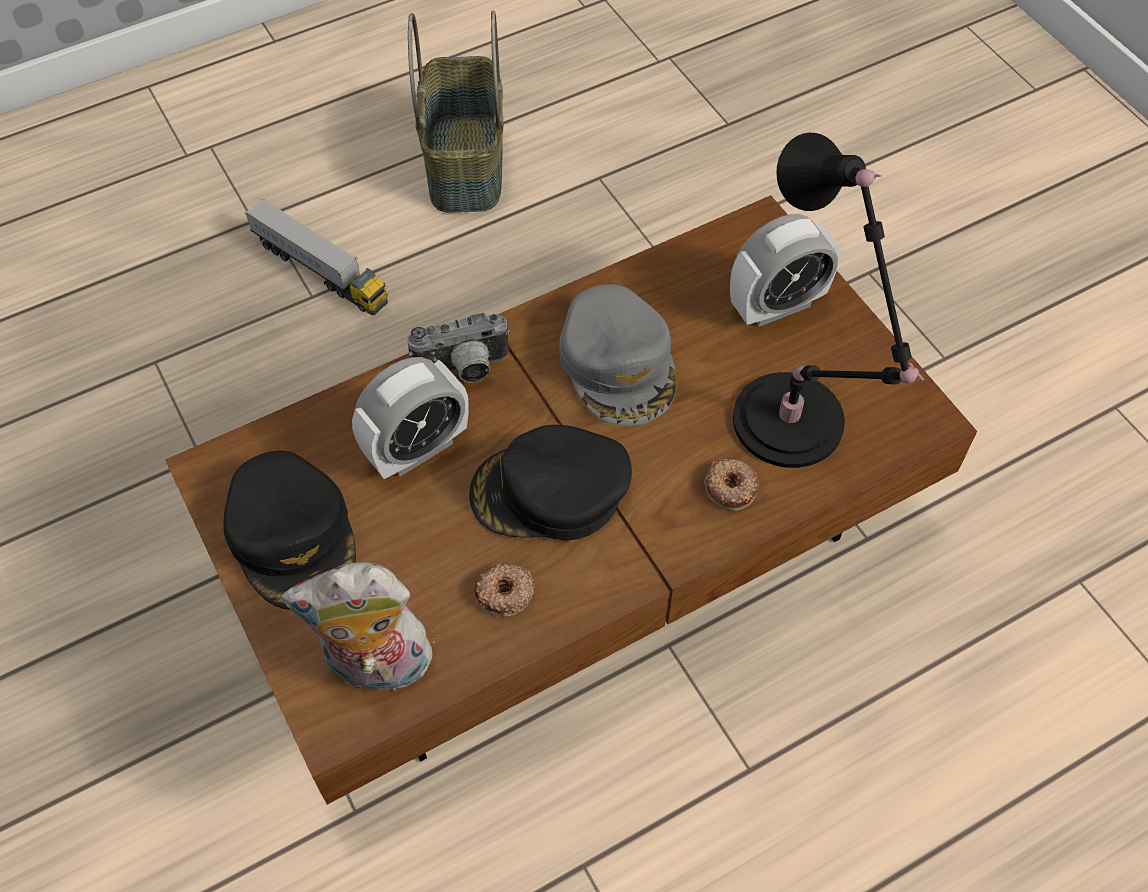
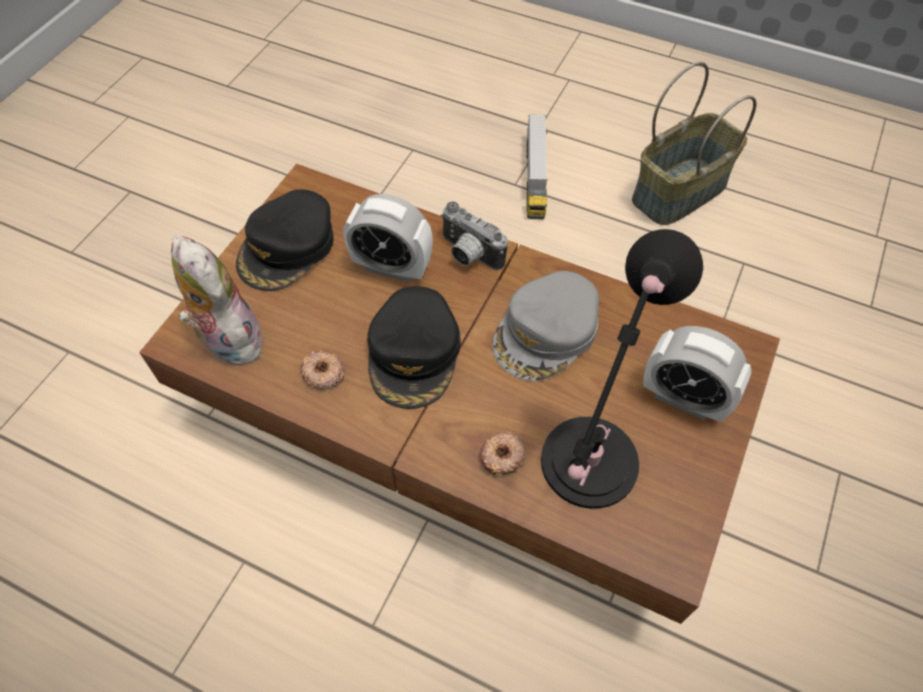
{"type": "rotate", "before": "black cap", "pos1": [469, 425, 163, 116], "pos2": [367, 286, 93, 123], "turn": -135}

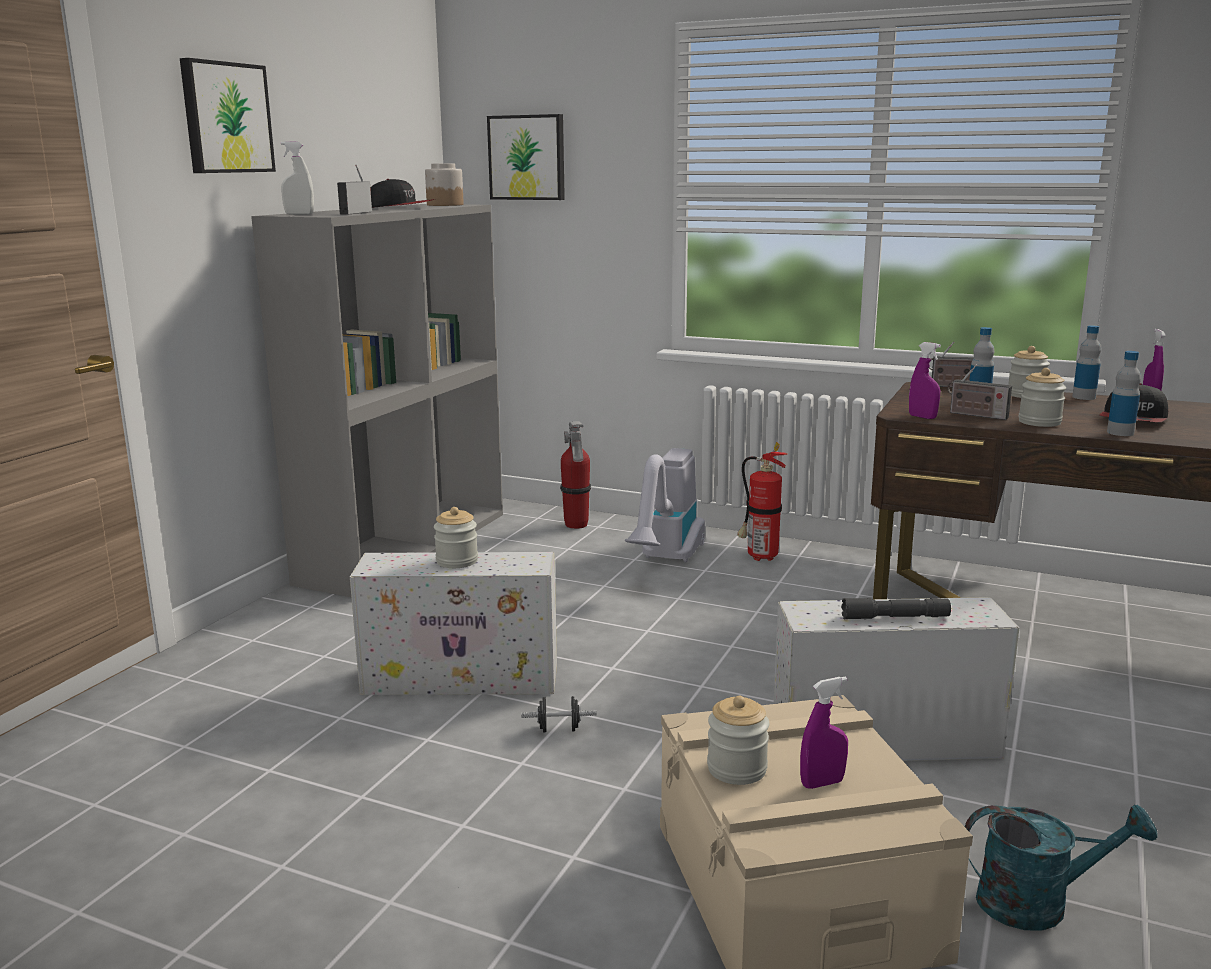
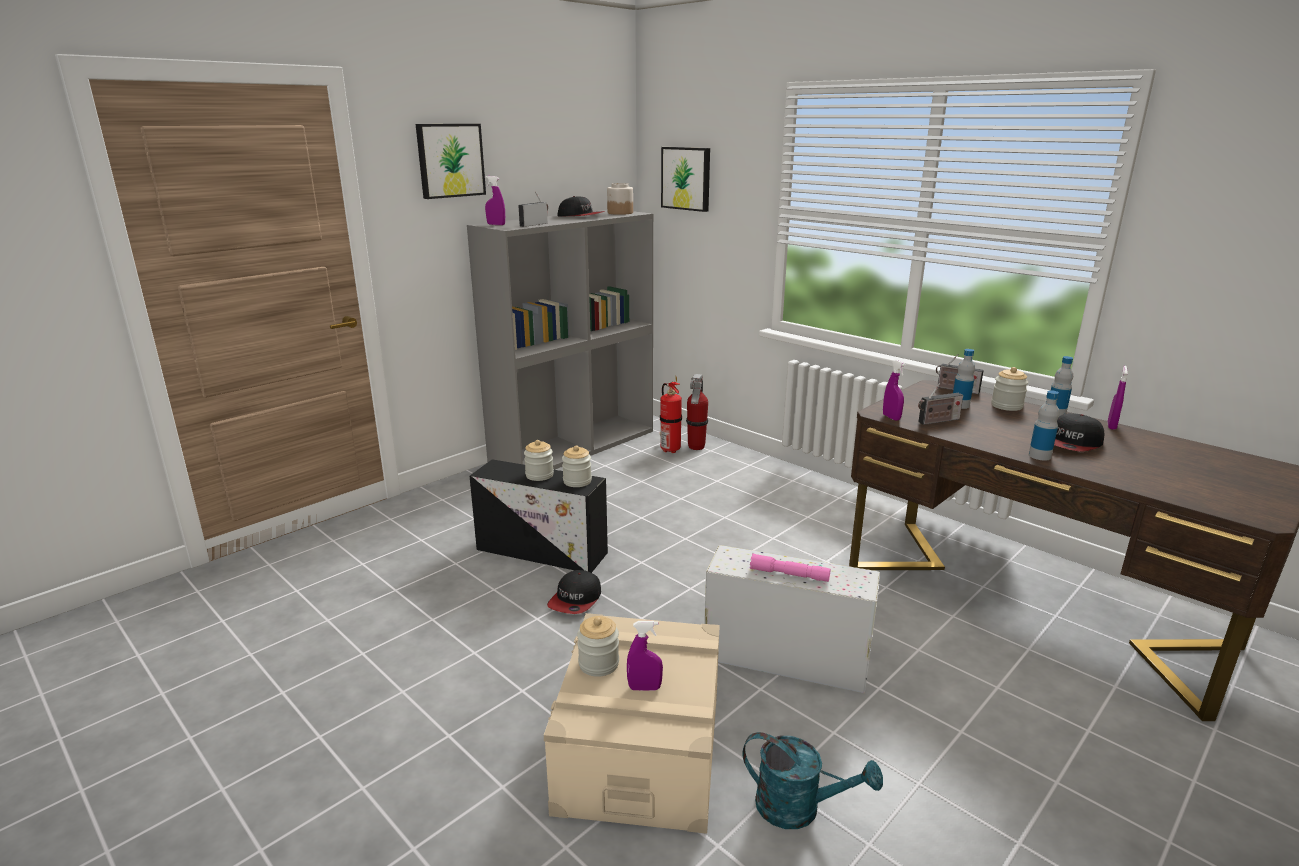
{"type": "recolor", "before": "white-coloured sprayer", "after": "purple sprayer", "pos1": [281, 141, 33, 74], "pos2": [485, 176, 20, 49]}
{"type": "rotate", "before": "radio", "pos1": [947, 365, 65, 55], "pos2": [918, 383, 45, 42], "turn": -75}
{"type": "move", "before": "preserve jar", "pos1": [1019, 368, 47, 59], "pos2": [562, 445, 30, 42]}
{"type": "move", "before": "fire-fighting cylinder", "pos1": [737, 442, 50, 119], "pos2": [660, 377, 22, 76]}
{"type": "delete", "before": "vacuum cleaner", "pos1": [625, 448, 80, 114]}
{"type": "recolor", "before": "white-coloured storage bin", "after": "black storage bin", "pos1": [350, 552, 207, 143], "pos2": [470, 459, 138, 114]}
{"type": "recolor", "before": "gray torch", "after": "pinkish torch", "pos1": [841, 598, 110, 21], "pos2": [750, 553, 80, 29]}
{"type": "replace", "before": "black hand weight", "after": "cap", "pos1": [521, 696, 75, 37], "pos2": [547, 570, 54, 44]}

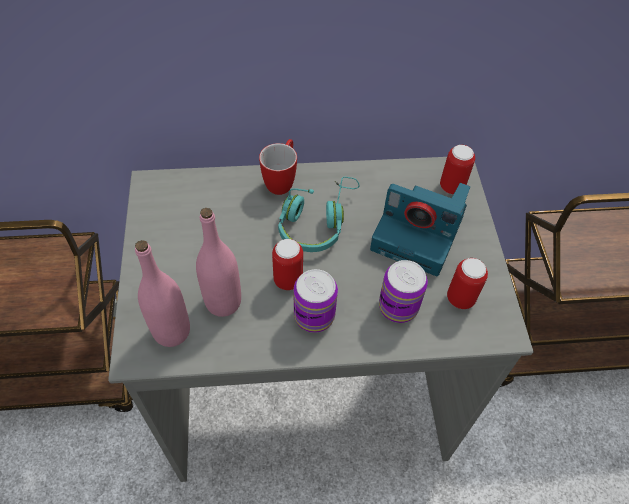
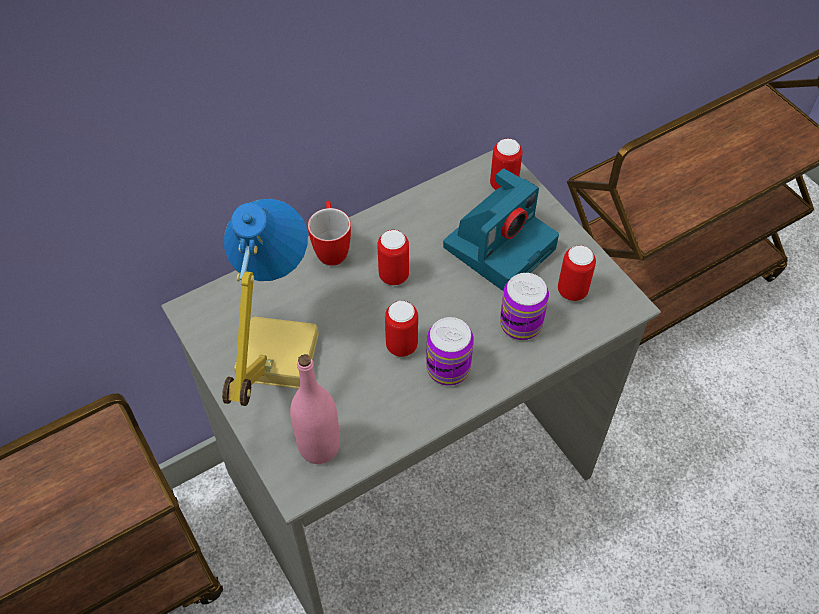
{"type": "replace", "before": "blue-green pair of headphones", "after": "sealed can", "pos1": [278, 177, 82, 75], "pos2": [377, 230, 32, 55]}
{"type": "rotate", "before": "photo camera", "pos1": [370, 183, 100, 93], "pos2": [443, 168, 116, 123], "turn": -45}
{"type": "delete", "before": "pinkish beverage bottle", "pos1": [196, 208, 45, 109]}
{"type": "insert", "after": "table lamp", "pos2": [222, 199, 97, 207]}

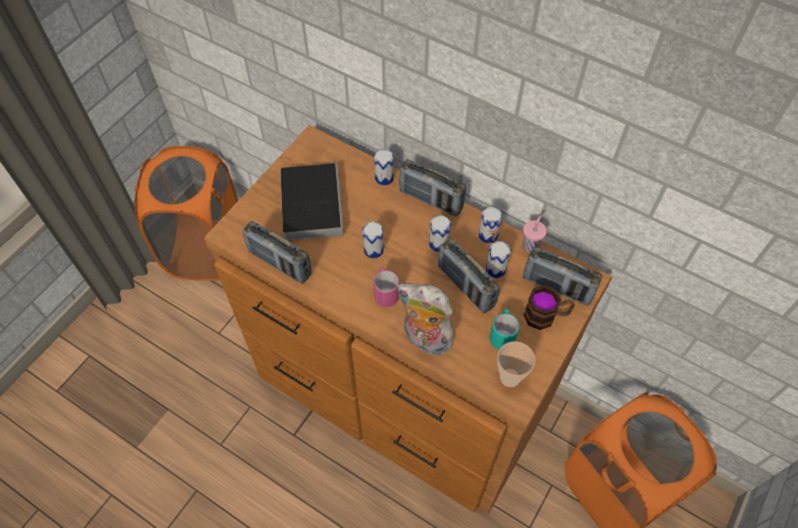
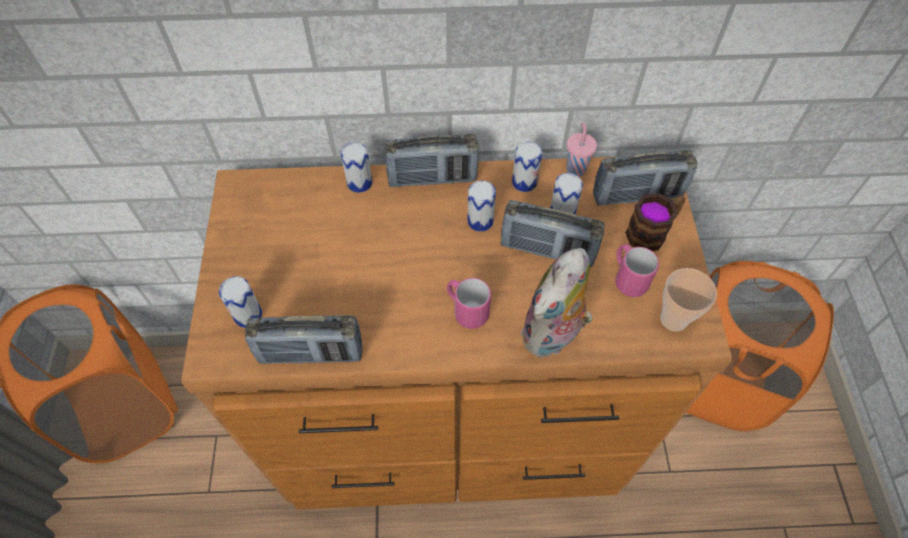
{"type": "delete", "before": "volume", "pos1": [280, 161, 64, 80]}
{"type": "move", "before": "sealed can", "pos1": [362, 222, 22, 36], "pos2": [219, 276, 43, 52]}
{"type": "rotate", "before": "soft toy", "pos1": [397, 283, 56, 72], "pos2": [521, 248, 71, 110], "turn": -45}
{"type": "recolor", "before": "blue-green tea mug", "after": "pinkish tea mug", "pos1": [490, 309, 29, 41], "pos2": [615, 244, 44, 53]}

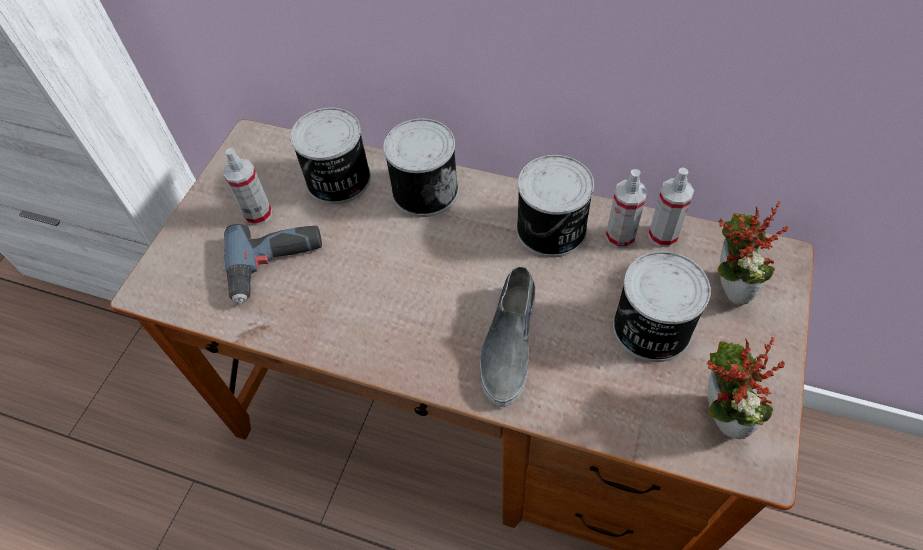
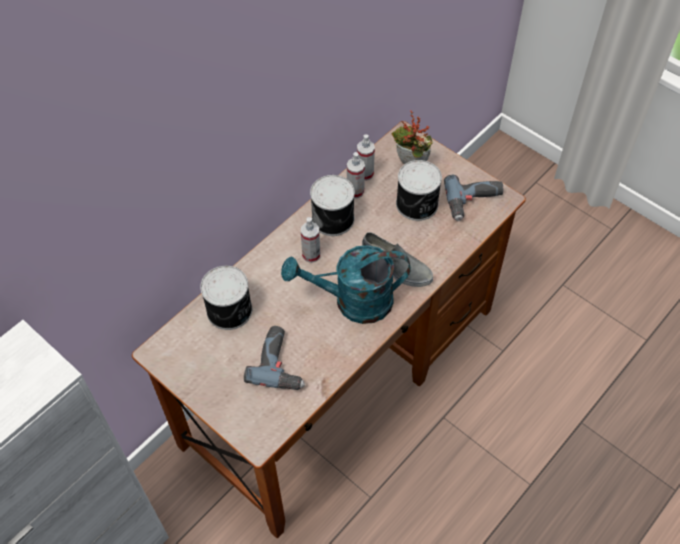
{"type": "delete", "before": "sealed can", "pos1": [383, 119, 75, 98]}
{"type": "move", "before": "sprayer", "pos1": [223, 148, 49, 78], "pos2": [301, 217, 19, 46]}
{"type": "replace", "before": "potted plant", "after": "drill", "pos1": [706, 337, 79, 102], "pos2": [444, 174, 59, 47]}
{"type": "insert", "after": "blue-green sprinkling can", "pos2": [281, 245, 130, 79]}

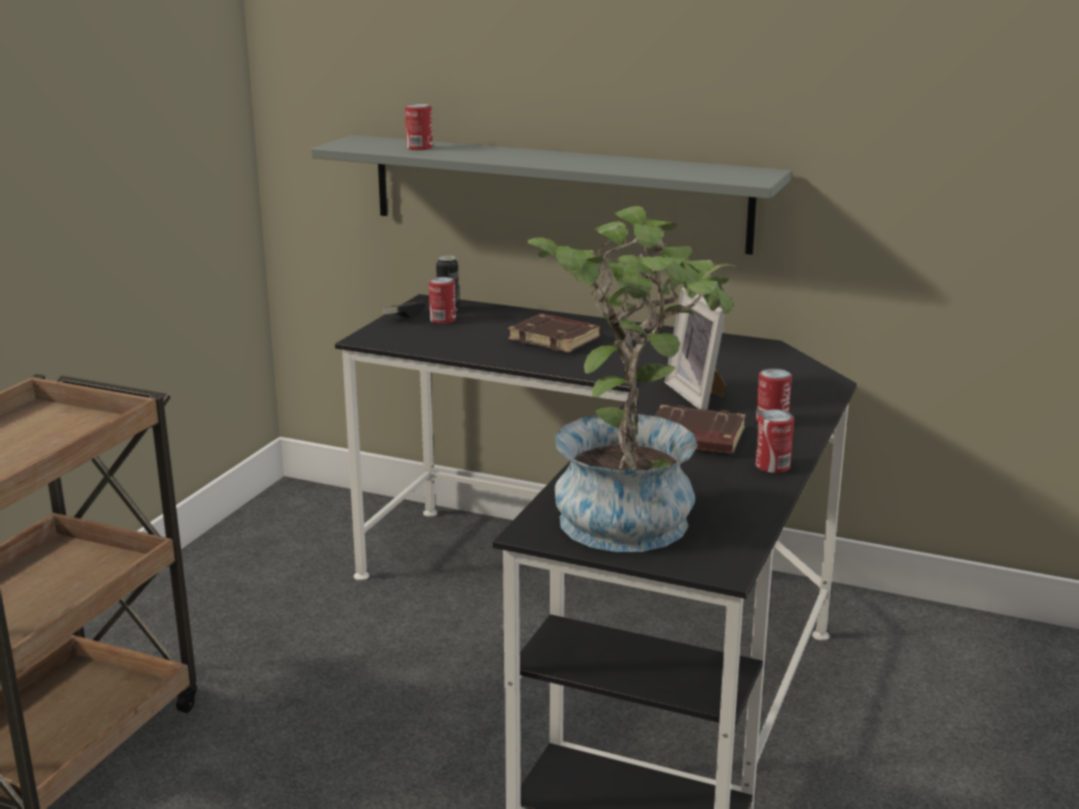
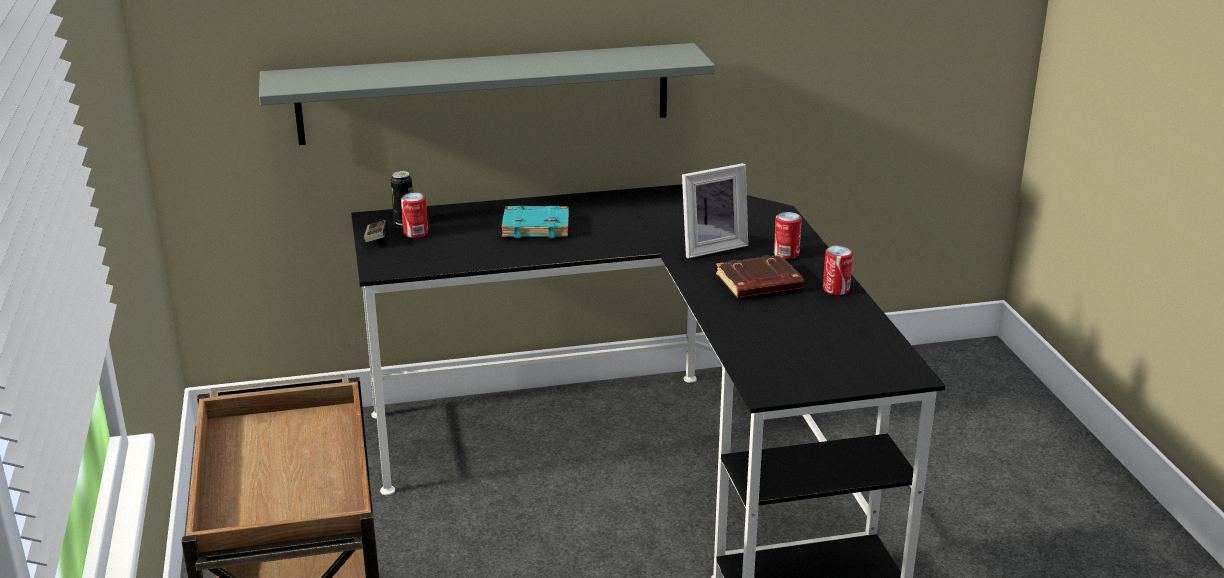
{"type": "delete", "before": "sealed can", "pos1": [405, 104, 28, 46]}
{"type": "delete", "before": "potted plant", "pos1": [527, 206, 213, 346]}
{"type": "rotate", "before": "standing frame", "pos1": [665, 287, 61, 123], "pos2": [682, 163, 66, 95], "turn": -60}
{"type": "recolor", "before": "brown-coloured volume", "after": "blue-green volume", "pos1": [508, 313, 93, 40], "pos2": [502, 206, 67, 32]}

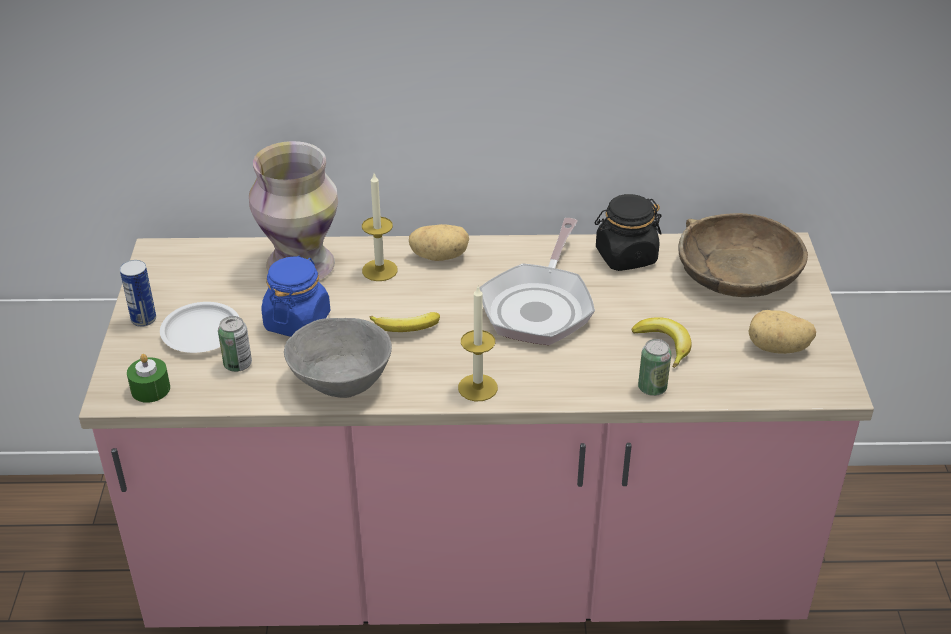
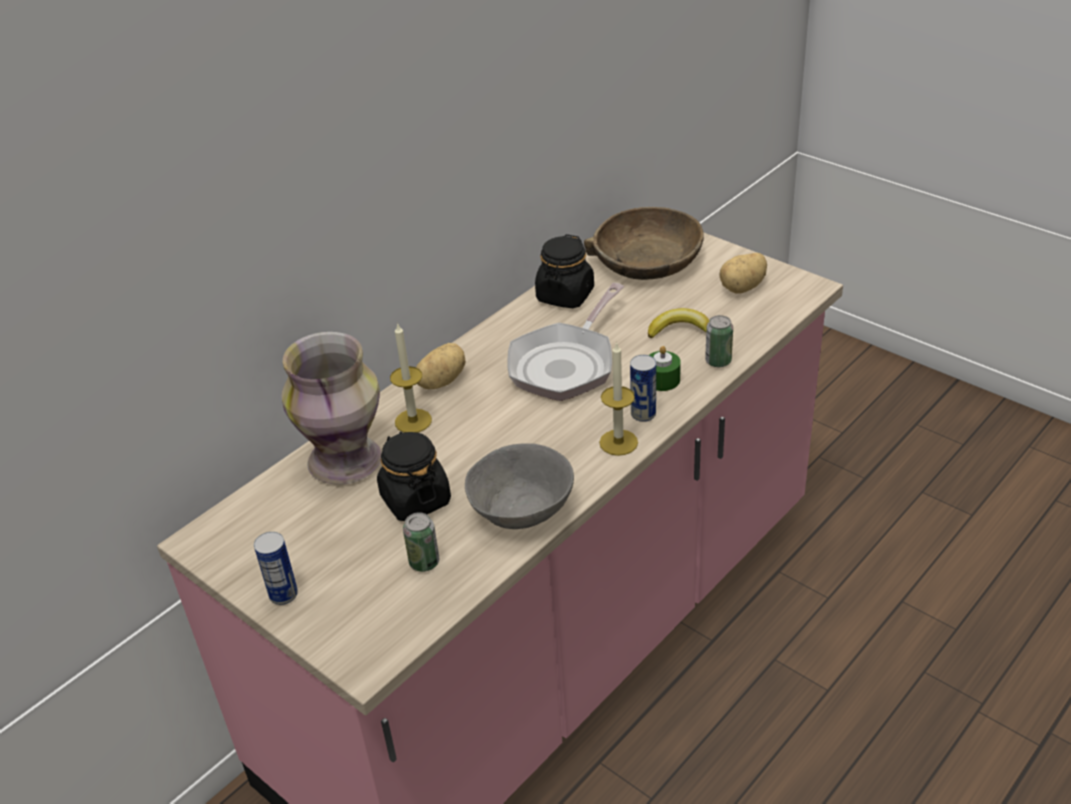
{"type": "rotate", "before": "skillet", "pos1": [480, 218, 115, 127], "pos2": [507, 283, 117, 118], "turn": 60}
{"type": "recolor", "before": "blue preserve jar", "after": "black preserve jar", "pos1": [261, 256, 69, 81], "pos2": [377, 432, 74, 89]}
{"type": "delete", "before": "white-coloured dinner plate", "pos1": [160, 302, 79, 51]}
{"type": "delete", "before": "banana fruit", "pos1": [370, 312, 70, 20]}
{"type": "move", "before": "green-coloured wax candle", "pos1": [127, 354, 43, 49], "pos2": [649, 346, 32, 45]}
{"type": "insert", "after": "sealed can", "pos2": [630, 355, 26, 67]}

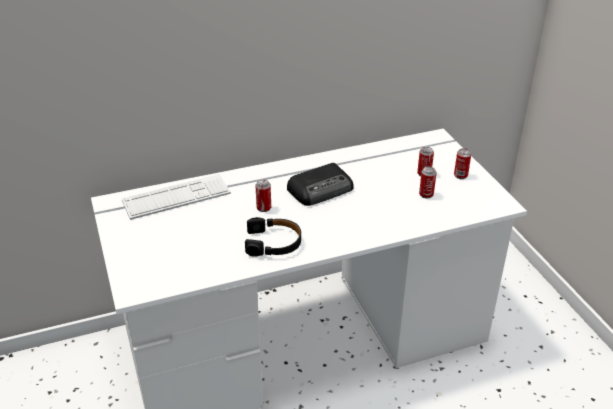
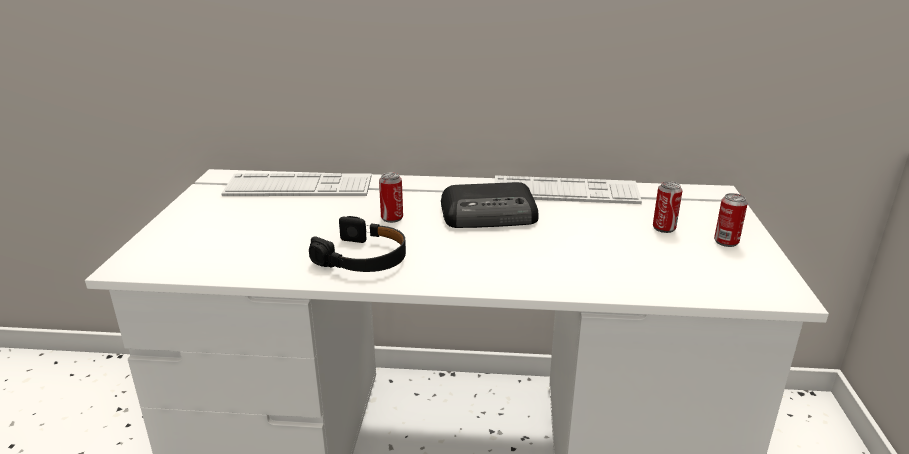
{"type": "delete", "before": "sealed can", "pos1": [419, 167, 17, 31]}
{"type": "insert", "after": "keyboard", "pos2": [494, 175, 148, 29]}

